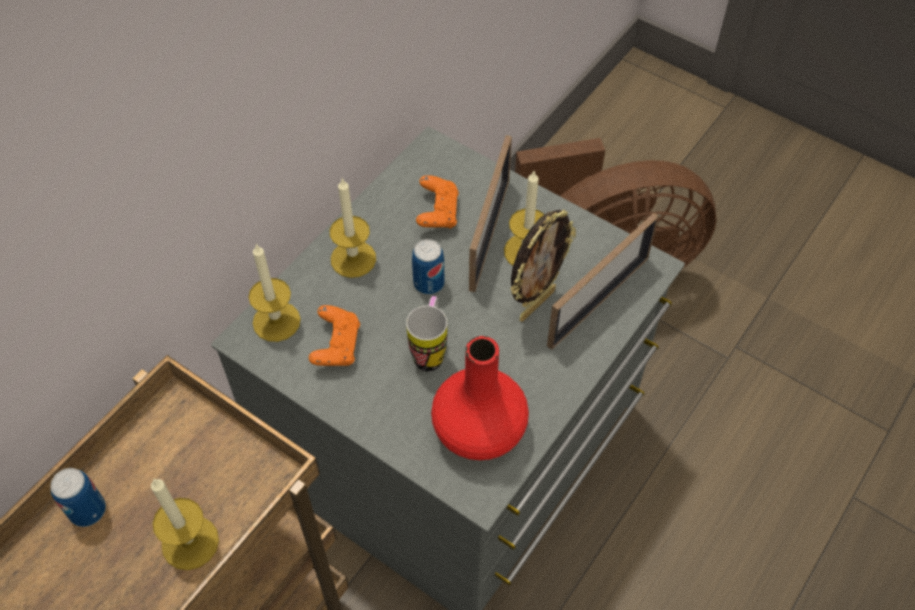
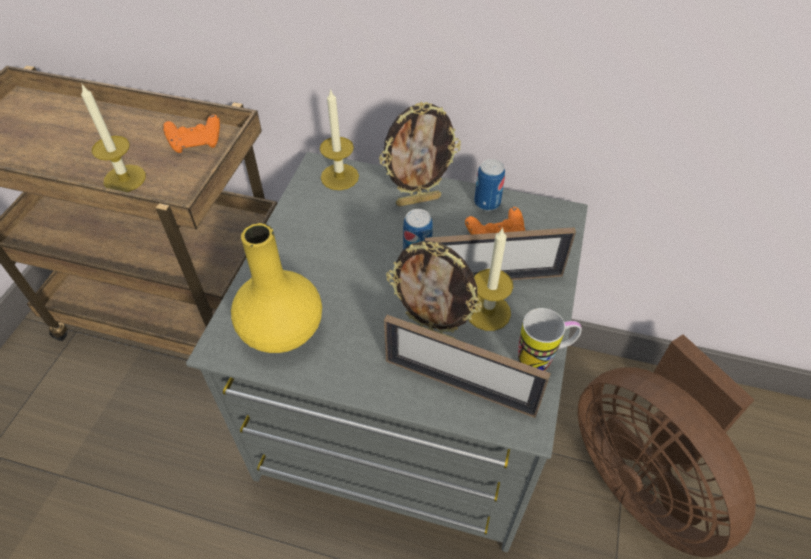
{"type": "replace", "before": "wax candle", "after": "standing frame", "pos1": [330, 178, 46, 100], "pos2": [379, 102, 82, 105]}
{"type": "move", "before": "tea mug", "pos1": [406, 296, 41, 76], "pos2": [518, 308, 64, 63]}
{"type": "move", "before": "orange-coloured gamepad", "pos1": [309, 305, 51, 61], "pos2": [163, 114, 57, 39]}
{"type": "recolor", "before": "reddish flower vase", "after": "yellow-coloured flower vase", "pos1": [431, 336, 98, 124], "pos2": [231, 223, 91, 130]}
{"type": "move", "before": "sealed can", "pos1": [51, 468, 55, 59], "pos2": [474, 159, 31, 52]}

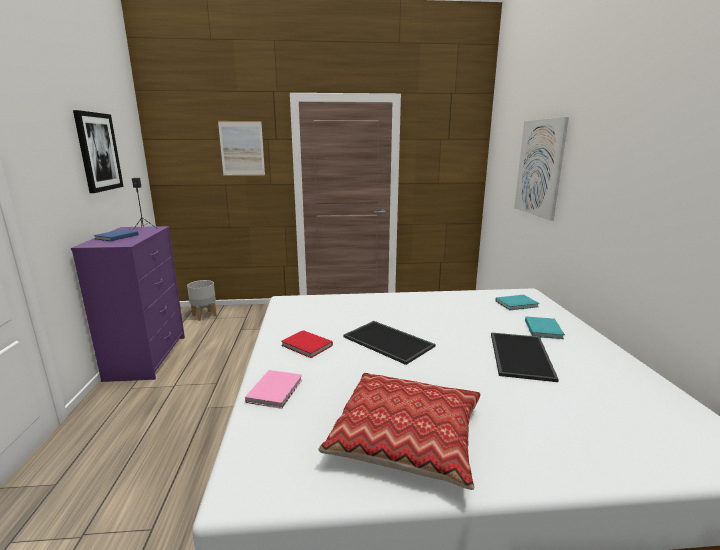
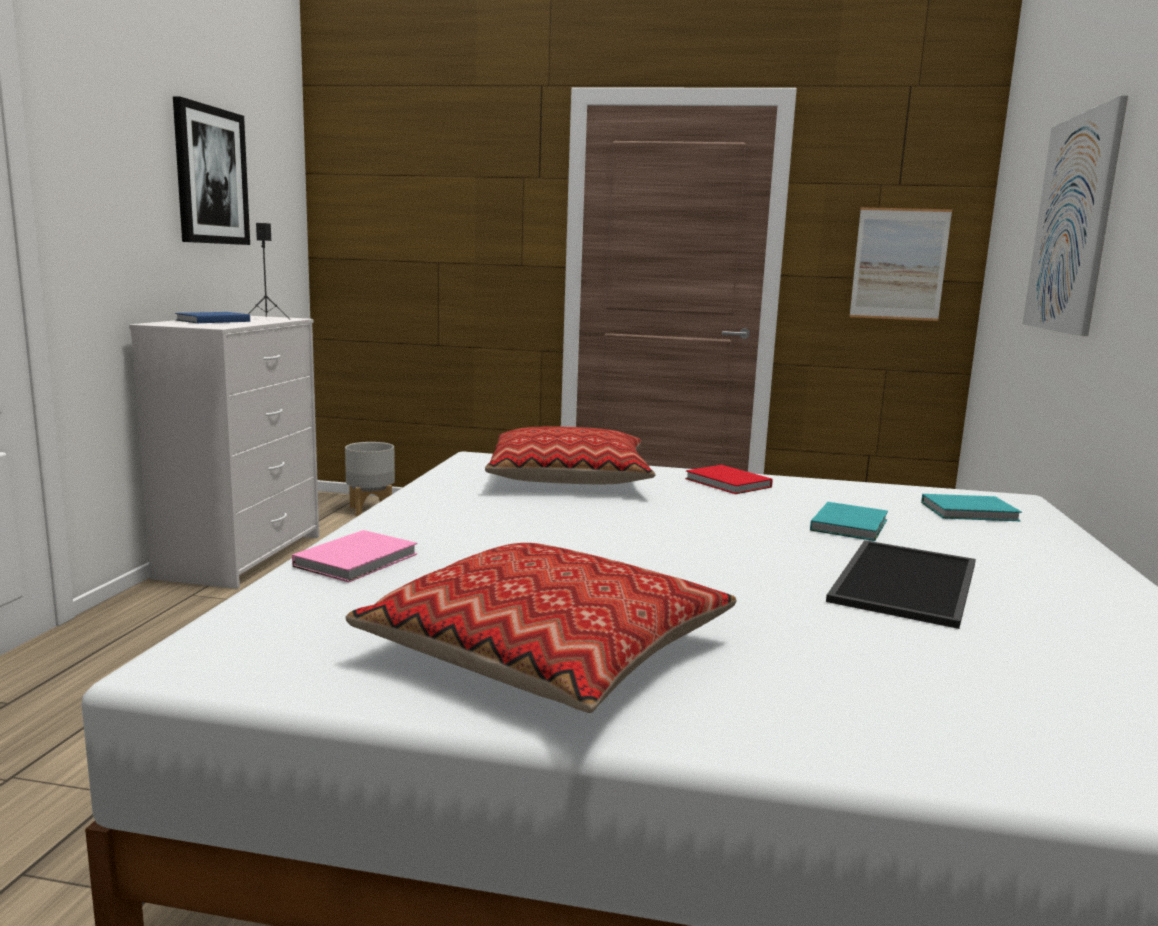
{"type": "move", "before": "picture", "pos1": [218, 121, 47, 55], "pos2": [849, 207, 103, 114]}
{"type": "recolor", "before": "purple drawer chest", "after": "white-coloured drawer chest", "pos1": [71, 226, 114, 156], "pos2": [129, 316, 190, 273]}
{"type": "move", "before": "blue-green volume", "pos1": [525, 316, 40, 23], "pos2": [810, 502, 78, 39]}
{"type": "delete", "before": "carrying tray", "pos1": [343, 321, 92, 44]}
{"type": "move", "before": "reddish volume", "pos1": [281, 330, 52, 28], "pos2": [685, 465, 88, 29]}
{"type": "insert", "after": "cushion", "pos2": [485, 426, 171, 58]}

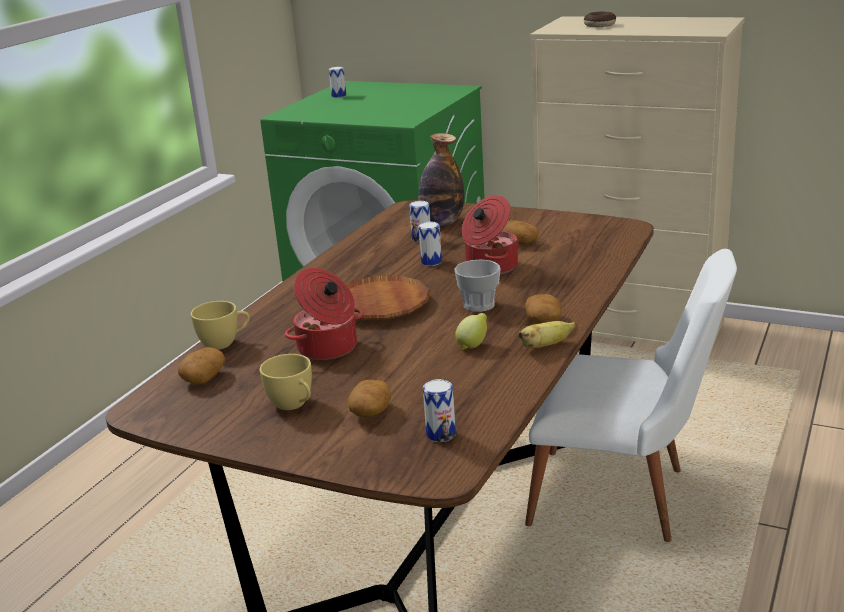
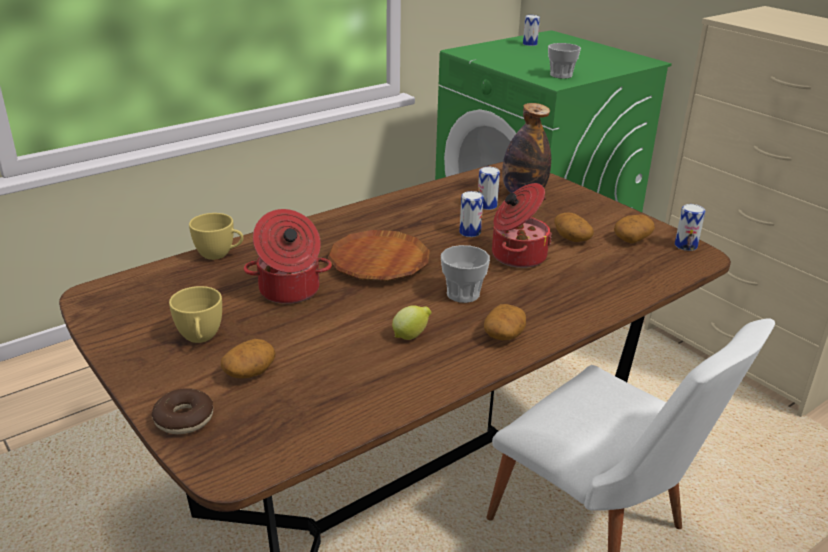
{"type": "move", "before": "doughnut", "pos1": [584, 11, 32, 16], "pos2": [152, 388, 61, 46]}
{"type": "delete", "before": "banana fruit", "pos1": [519, 321, 57, 27]}
{"type": "move", "before": "potato", "pos1": [178, 347, 47, 38], "pos2": [614, 215, 41, 28]}
{"type": "move", "before": "sealed can", "pos1": [423, 379, 33, 63], "pos2": [675, 204, 30, 47]}
{"type": "insert", "after": "cup", "pos2": [548, 43, 33, 36]}

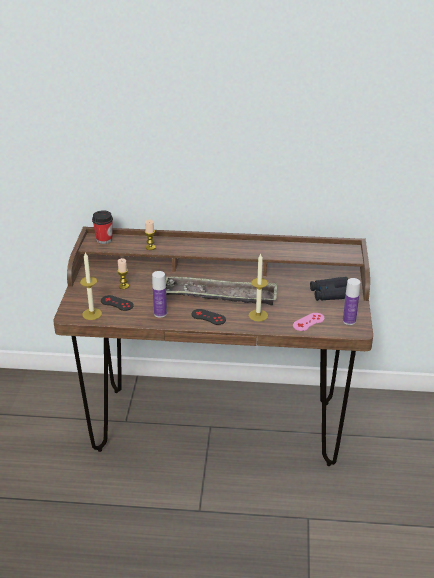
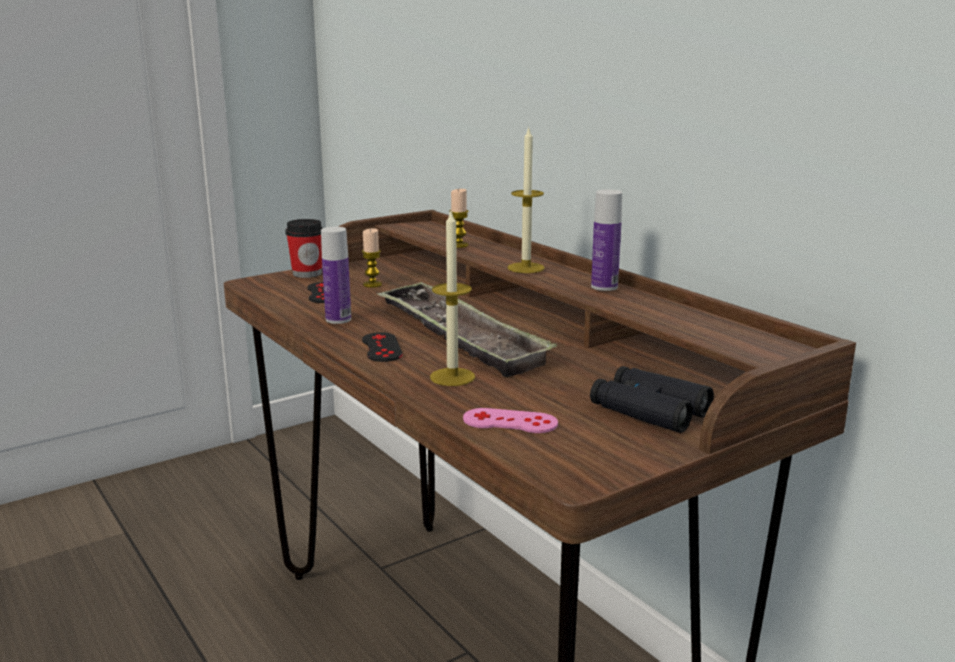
{"type": "move", "before": "cup", "pos1": [92, 210, 21, 34], "pos2": [285, 219, 38, 59]}
{"type": "move", "before": "wax candle", "pos1": [80, 252, 22, 68], "pos2": [507, 127, 38, 146]}
{"type": "move", "before": "beverage bottle", "pos1": [343, 278, 17, 47], "pos2": [591, 189, 31, 102]}

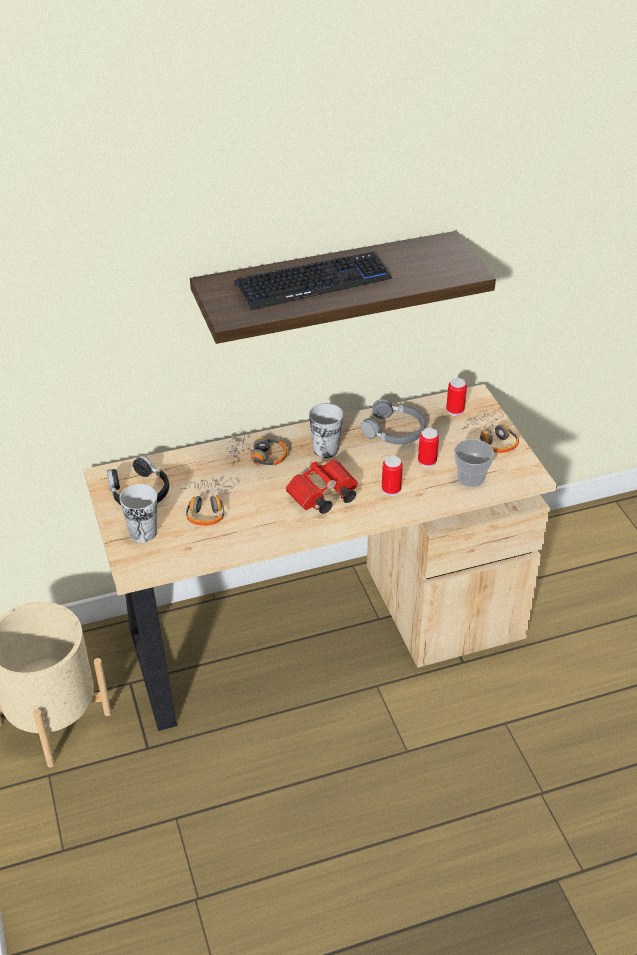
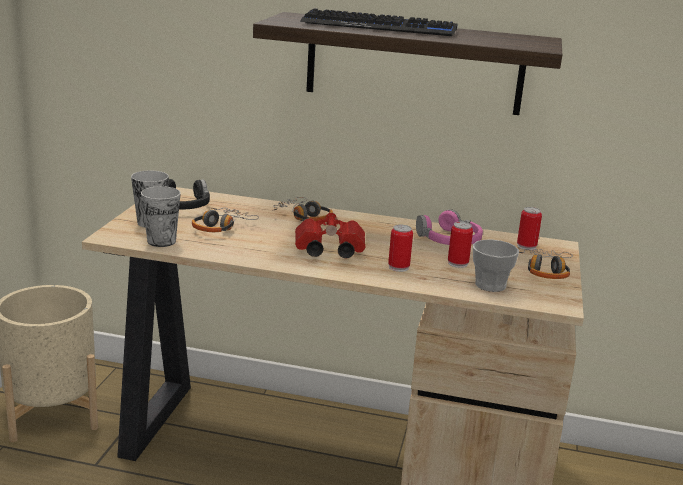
{"type": "recolor", "before": "gray pair of headphones", "after": "pinkish pair of headphones", "pos1": [361, 399, 64, 45], "pos2": [416, 209, 67, 36]}
{"type": "move", "before": "cup", "pos1": [309, 403, 35, 55], "pos2": [141, 186, 40, 61]}

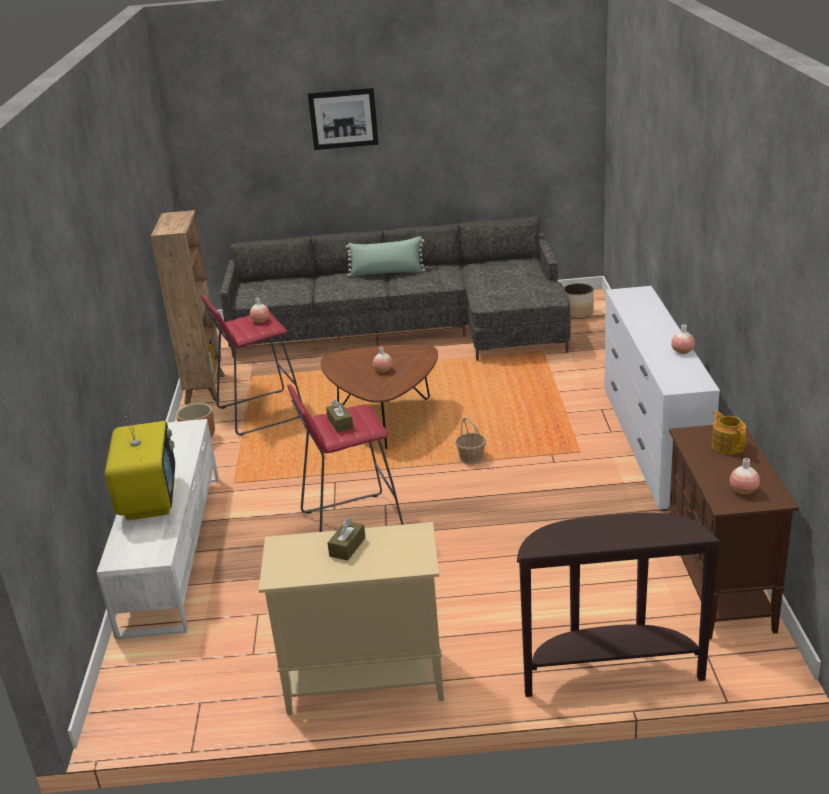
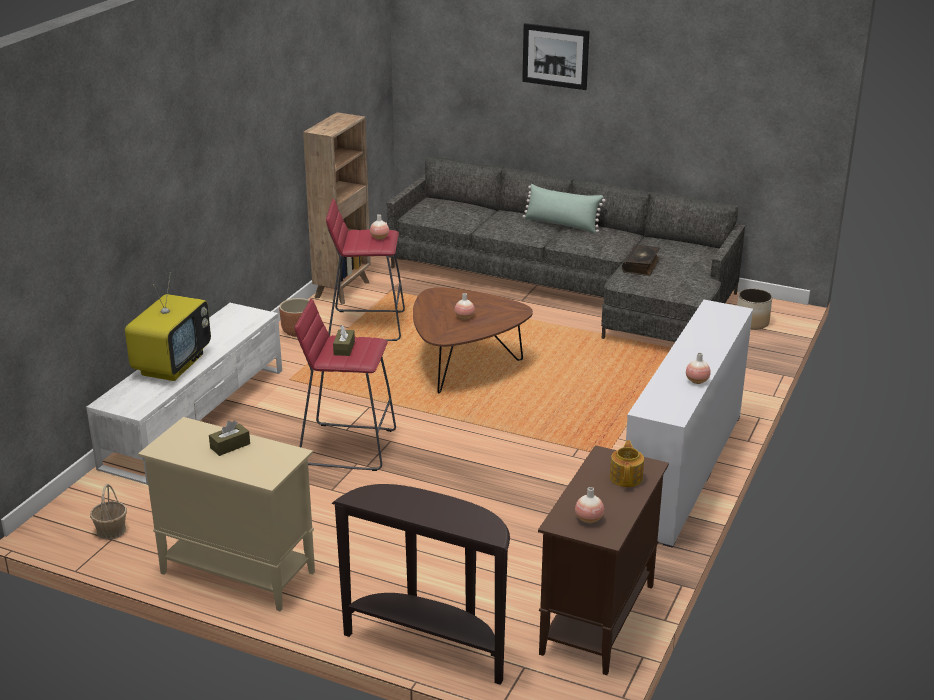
{"type": "move", "before": "basket", "pos1": [455, 417, 31, 48], "pos2": [90, 484, 37, 55]}
{"type": "insert", "after": "volume", "pos2": [622, 245, 38, 31]}

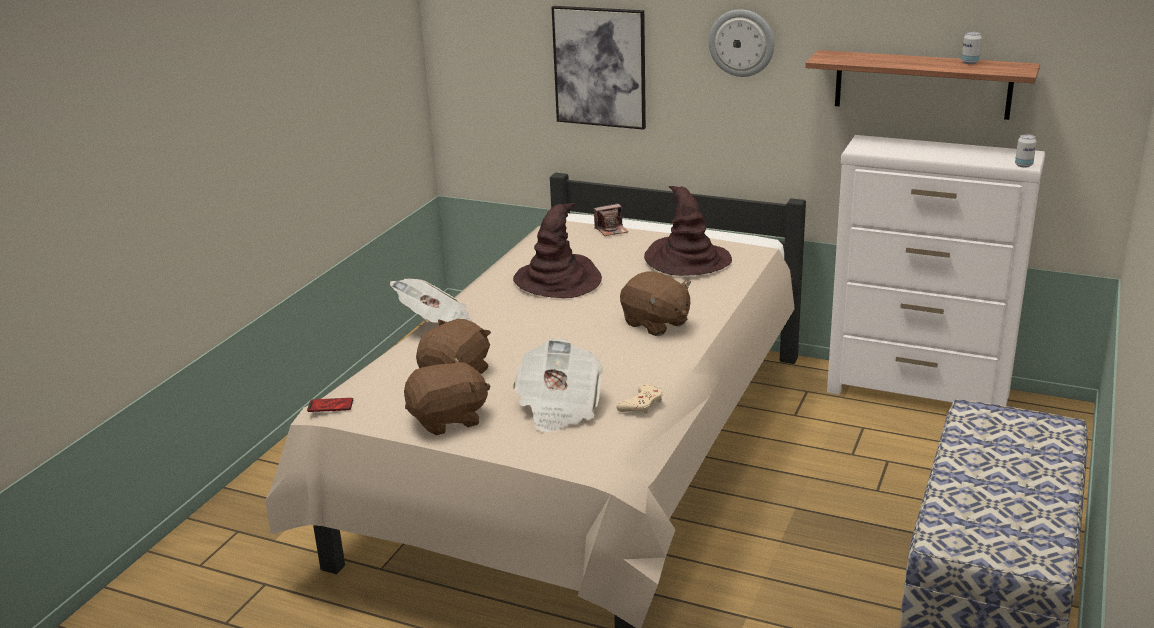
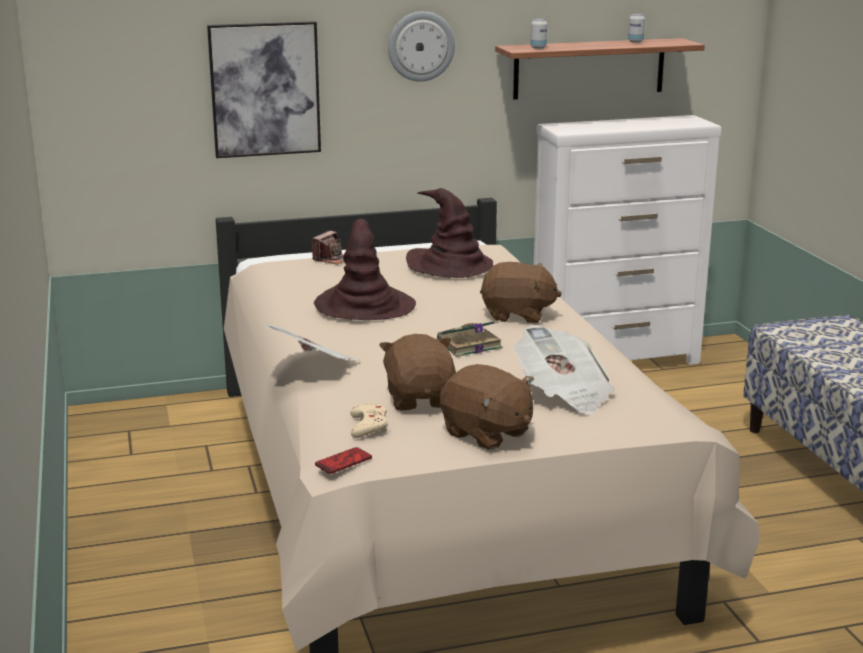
{"type": "move", "before": "sealed can", "pos1": [1015, 134, 22, 34], "pos2": [531, 19, 16, 30]}
{"type": "rotate", "before": "brown-coloured soft toy", "pos1": [404, 357, 86, 78], "pos2": [440, 364, 94, 86], "turn": 105}
{"type": "move", "before": "sand-coloured gamepad", "pos1": [616, 384, 47, 30], "pos2": [350, 404, 38, 34]}
{"type": "insert", "after": "volume", "pos2": [437, 320, 65, 37]}

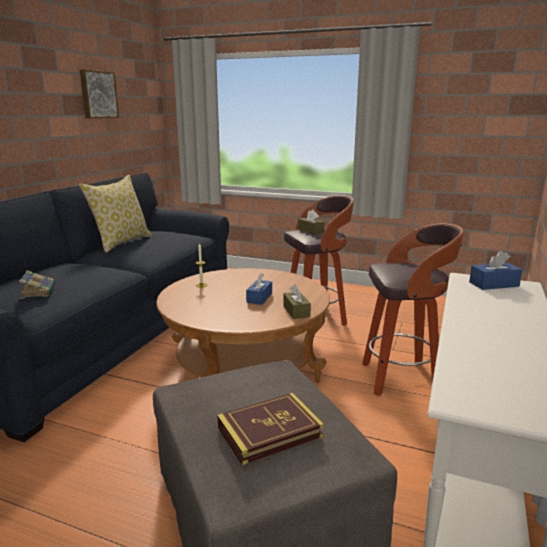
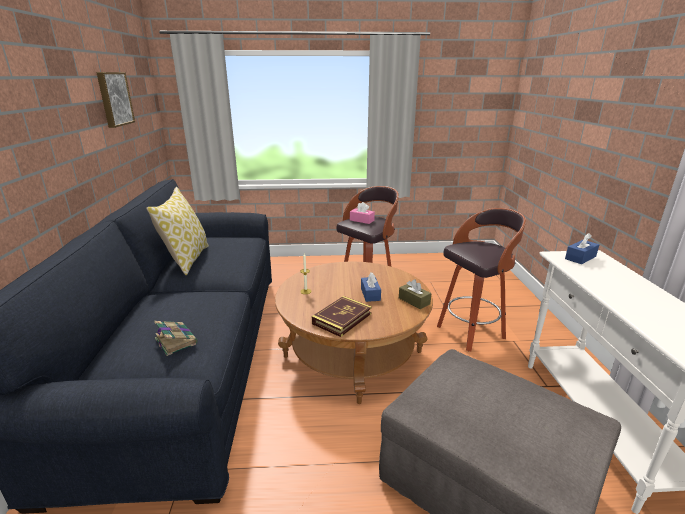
{"type": "recolor", "before": "brown-coloured tissue box", "after": "pinkish tissue box", "pos1": [298, 210, 26, 24], "pos2": [350, 202, 25, 22]}
{"type": "move", "before": "volume", "pos1": [217, 393, 107, 72], "pos2": [312, 296, 60, 41]}

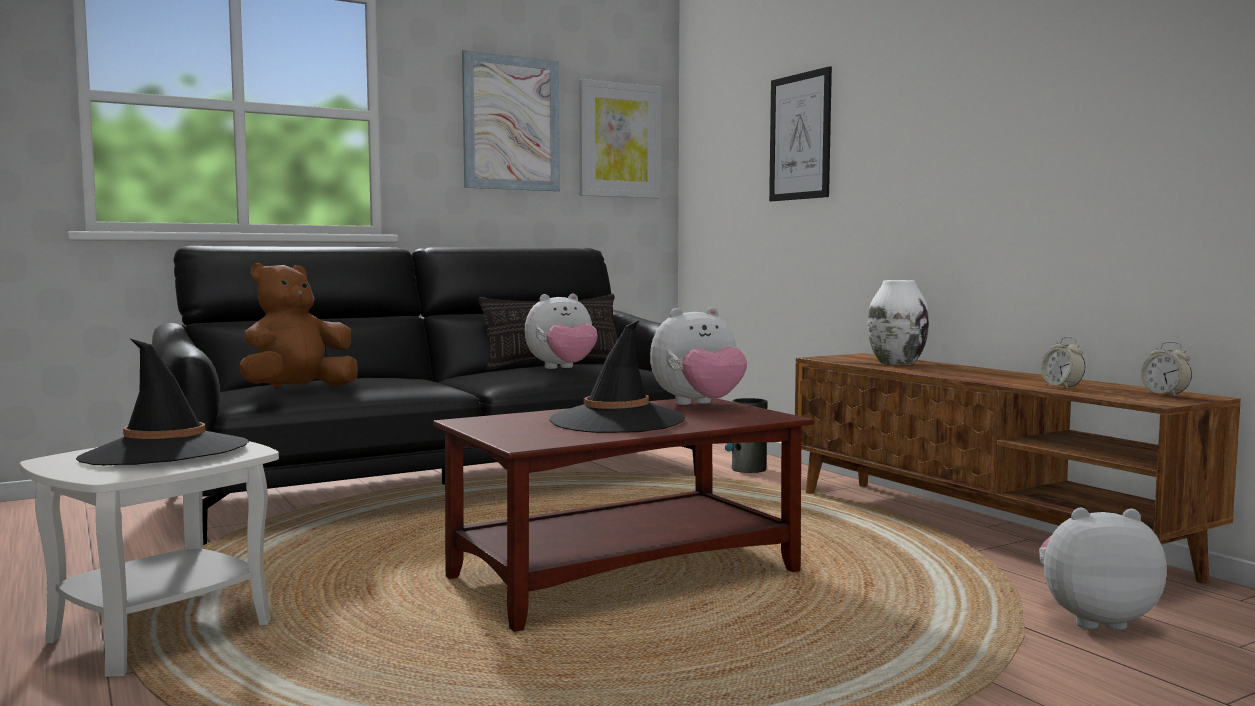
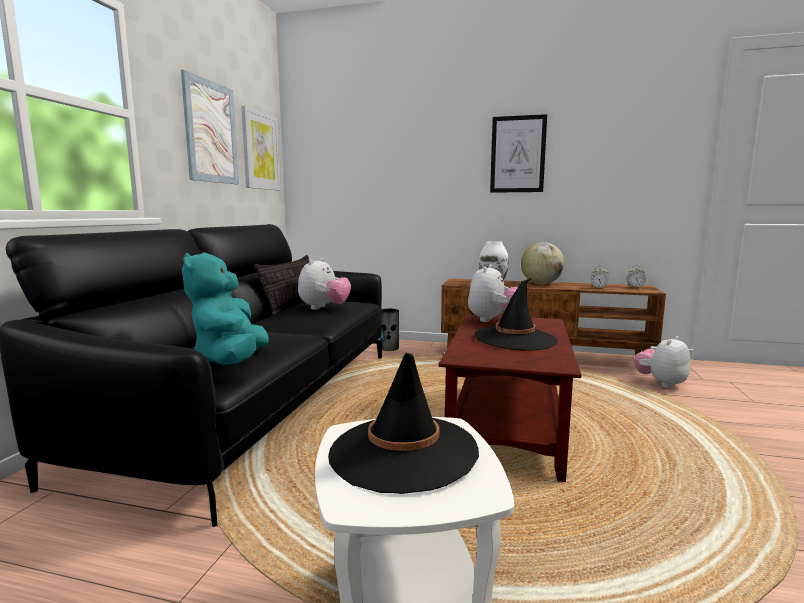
{"type": "move", "before": "picture", "pos1": [769, 66, 63, 135], "pos2": [490, 114, 57, 79]}
{"type": "recolor", "before": "brown-coloured soft toy", "after": "blue-green soft toy", "pos1": [240, 263, 118, 124], "pos2": [182, 252, 87, 113]}
{"type": "insert", "after": "globe", "pos2": [521, 242, 44, 42]}

